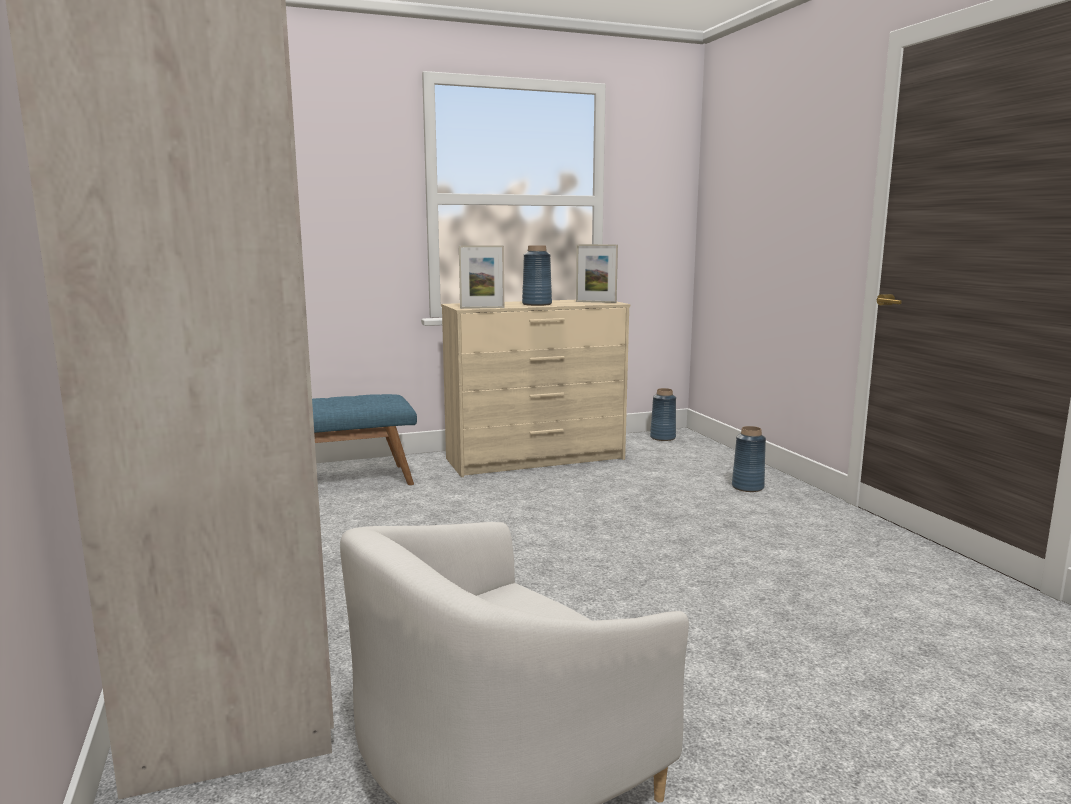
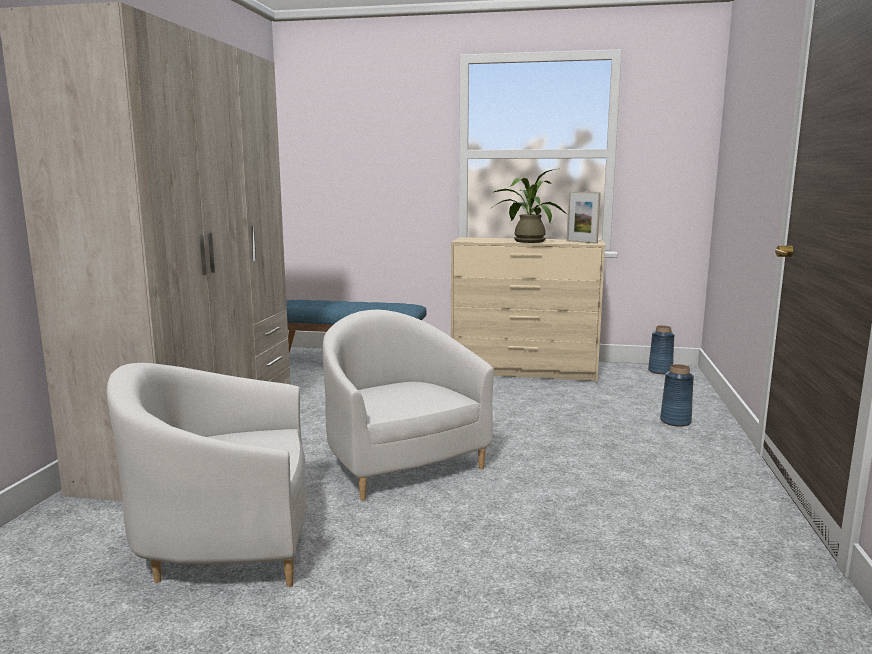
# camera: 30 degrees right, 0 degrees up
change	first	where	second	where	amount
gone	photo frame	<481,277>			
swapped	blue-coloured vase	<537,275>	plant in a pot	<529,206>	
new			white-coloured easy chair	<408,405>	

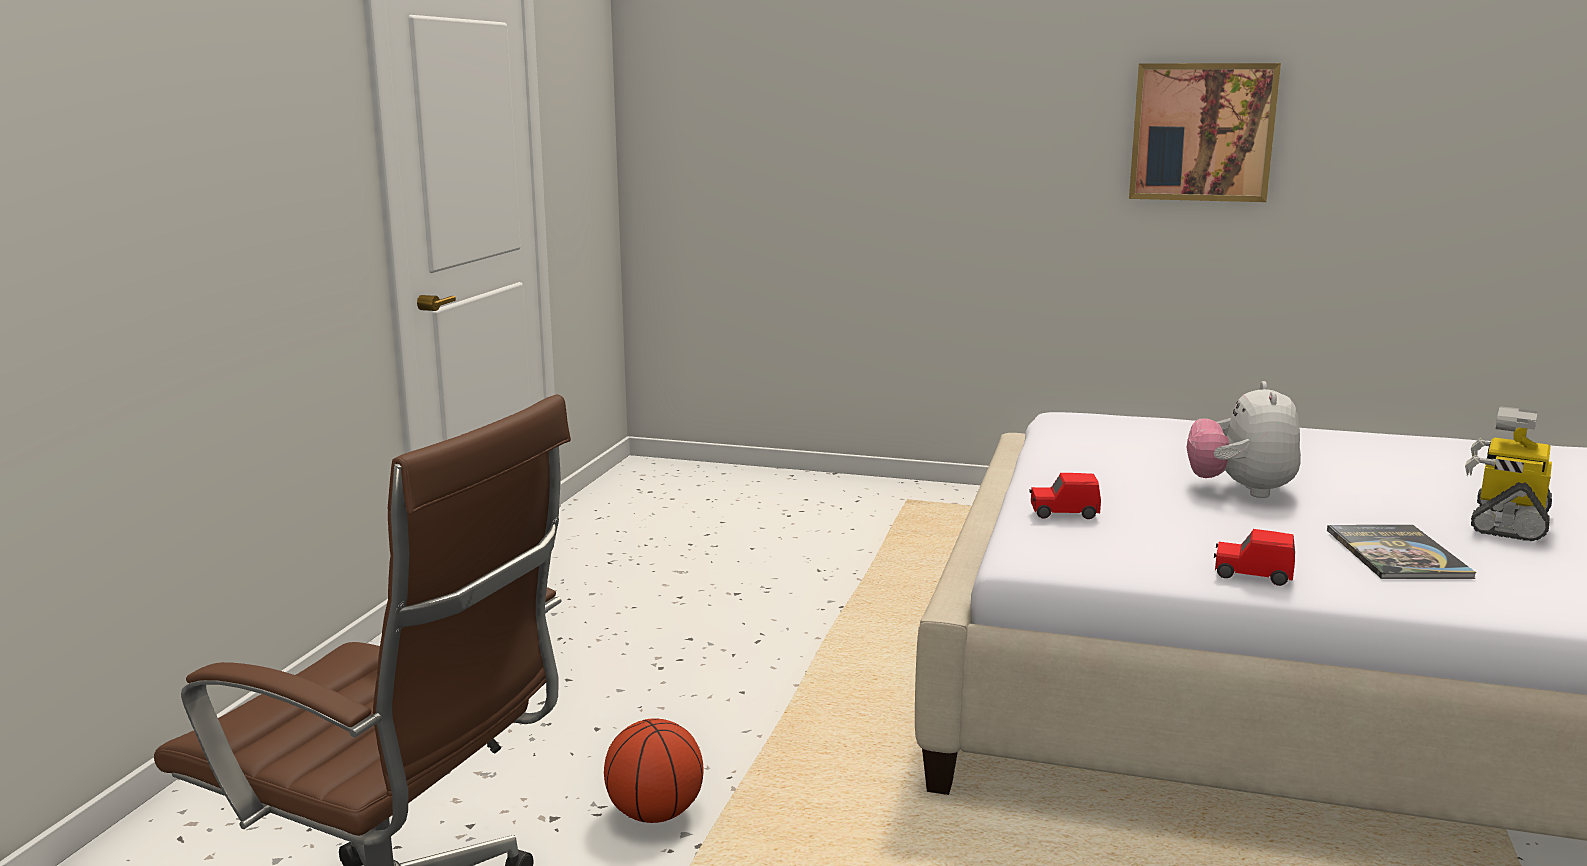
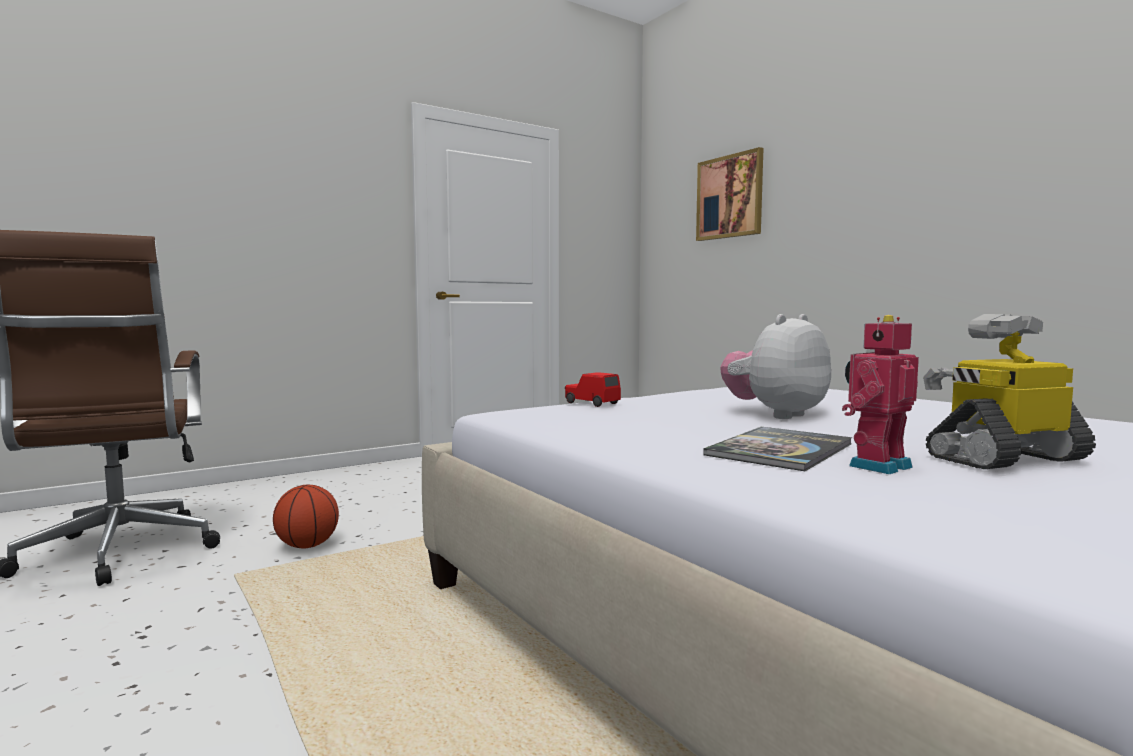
# camera: 40 degrees right, 10 degrees down
change	first	where	second	where	amount
shifted	picture	<1205,132>		<729,194>	
gone	red toy car	<1254,557>			
new			toy robot	<880,394>	

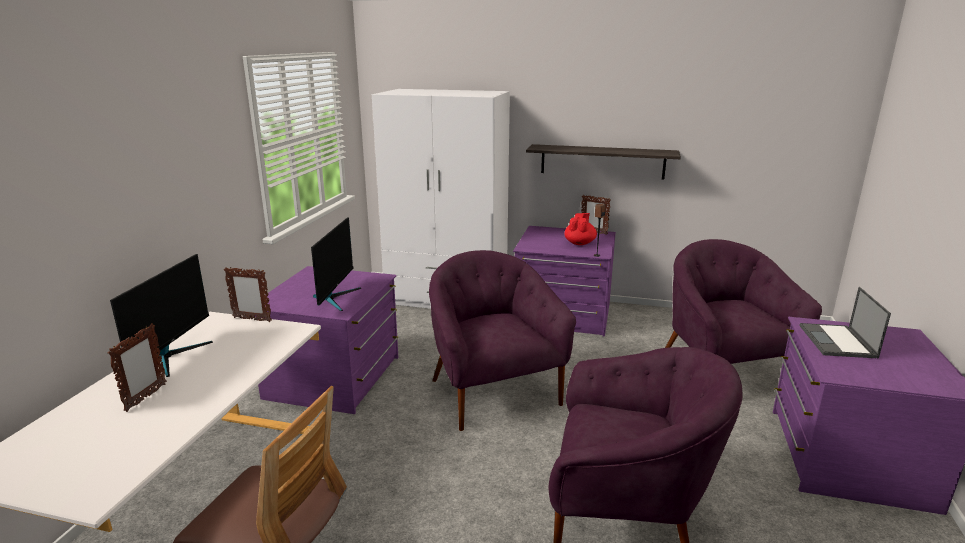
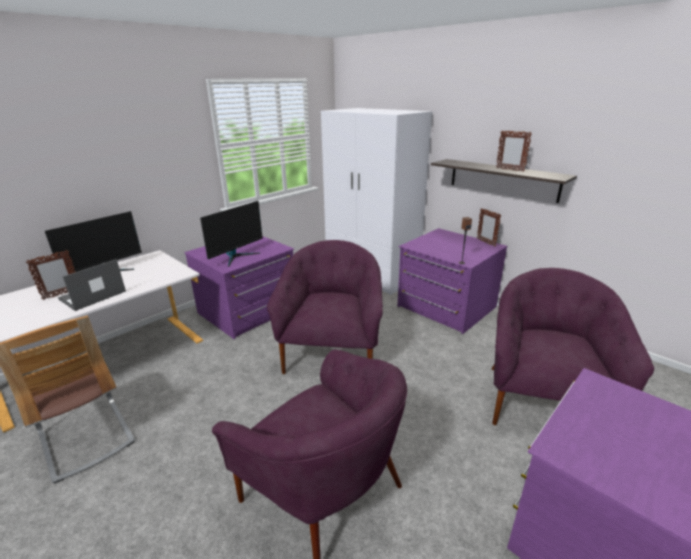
# camera: 30 degrees right, 5 degrees up
change	first	where	second	where	amount
shifted	photo frame	<248,294>		<514,151>	
gone	red teapot	<580,229>			
shifted	laptop	<845,323>		<92,285>	

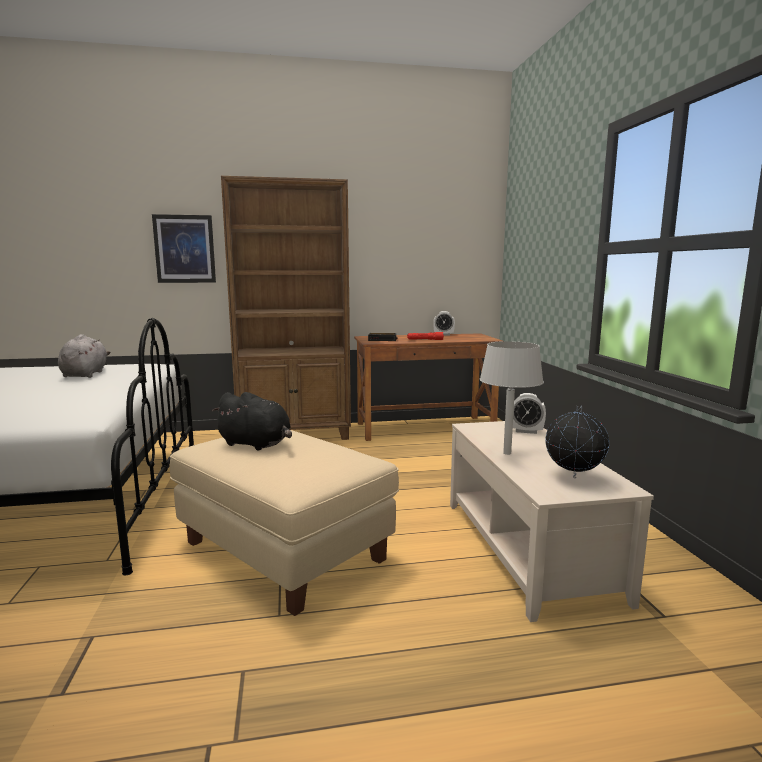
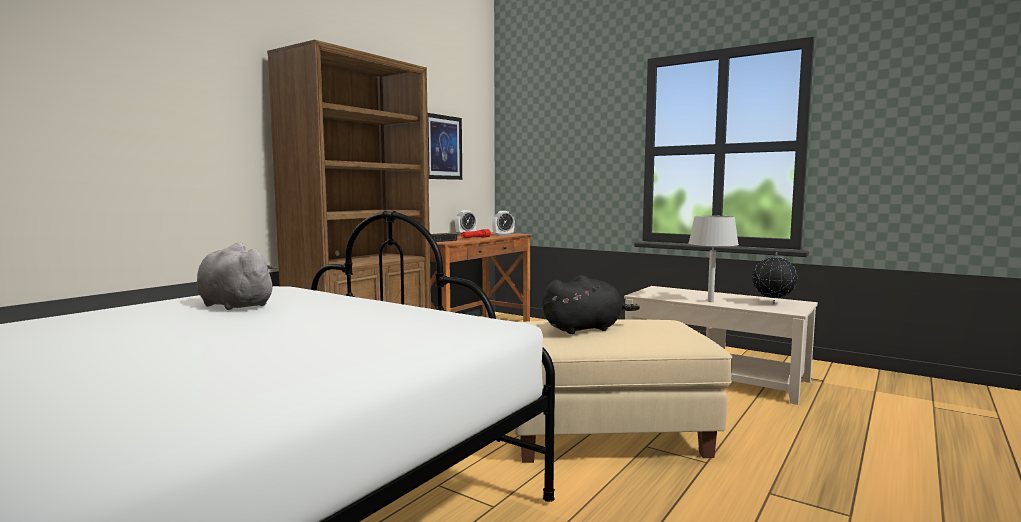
# camera: 45 degrees left, 5 degrees down
change	first	where	second	where	amount
shifted	picture	<184,248>		<444,146>	
shifted	alarm clock	<529,413>		<503,223>	

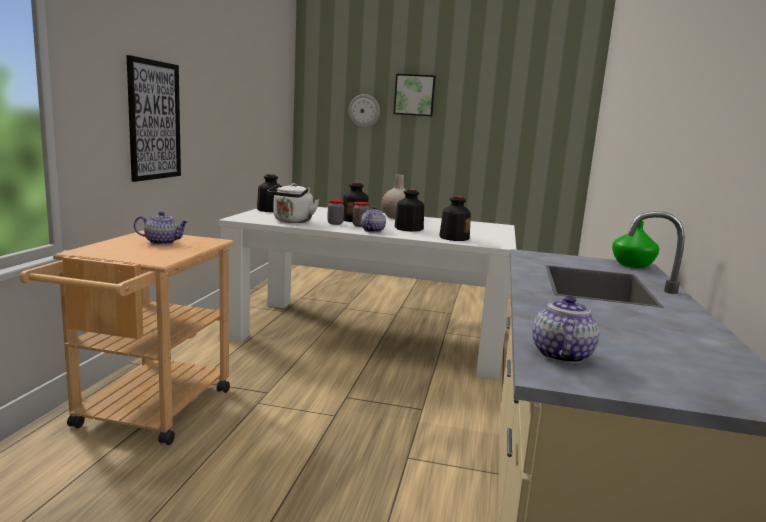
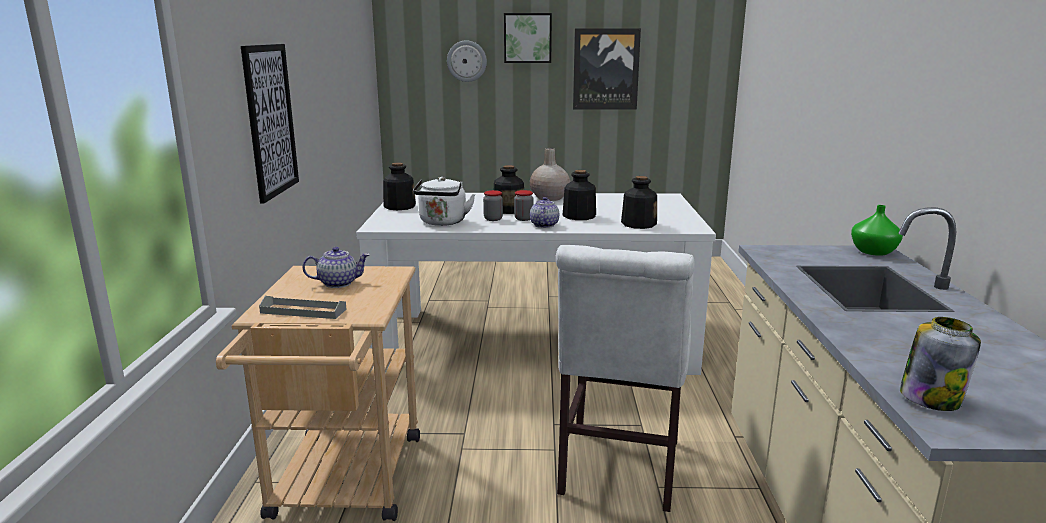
# camera: 10 degrees left, 5 degrees up
change	first	where	second	where	amount
swapped	teapot	<566,329>	jar	<940,364>	
new			greyish serving tray	<302,307>	
new			white-coloured upright chair	<625,378>	
new			picture	<607,69>	

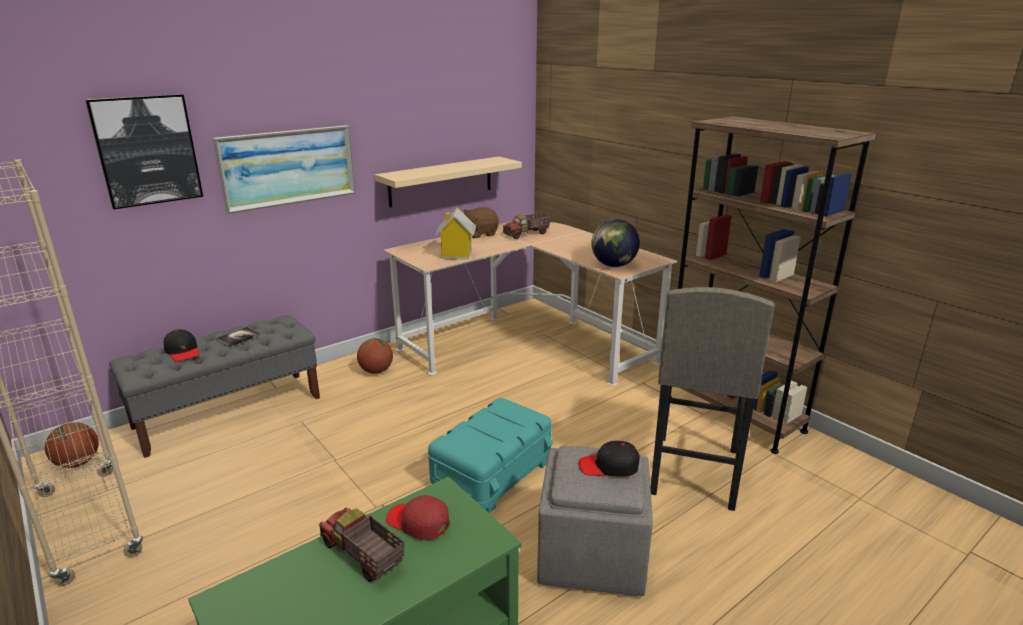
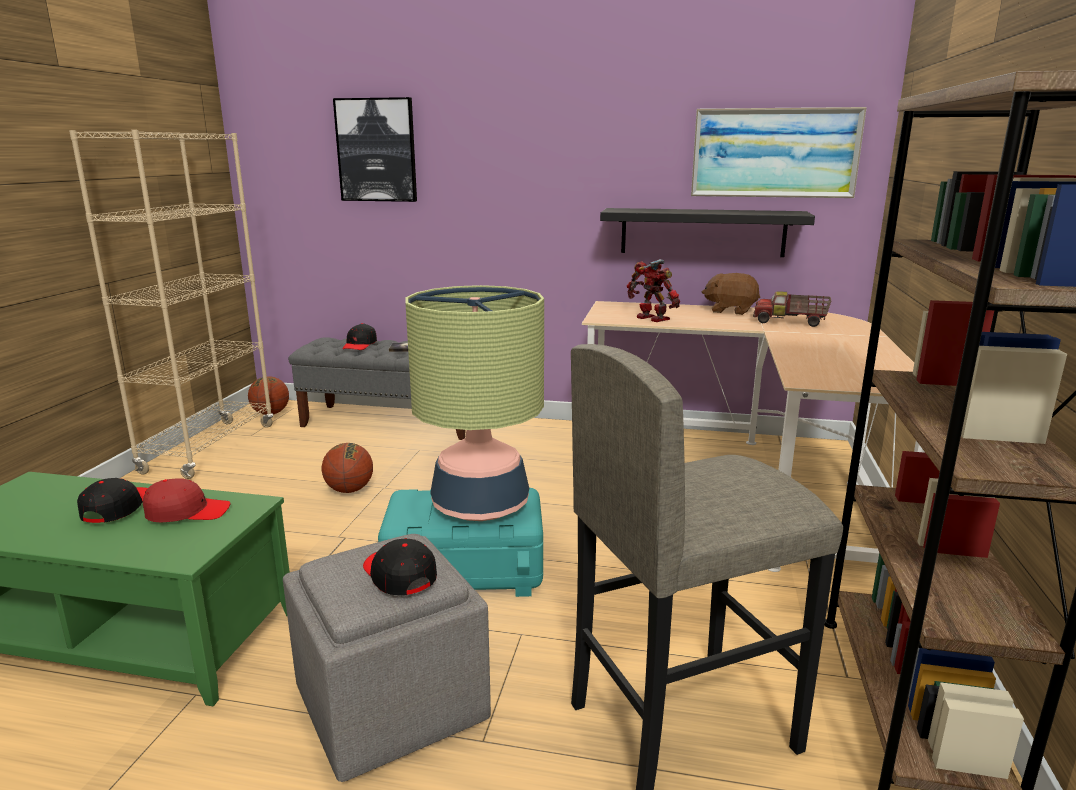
# camera: 50 degrees right, 5 degrees down
change	first	where	second	where	amount
shifted	picture	<284,169>		<779,152>	
swapped	model truck	<362,545>	blackish baseball cap	<112,500>	
shifted	basketball	<375,356>		<347,468>	
repainted	beige bracket shelf	<448,181>	blackish bracket shelf	<707,232>	
rotated	red baseball cap	<418,517>		<187,500>	90 degrees clockwise
swapped	toy house	<455,234>	toy robot	<653,290>	
gone	world globe	<615,243>			
new			tabletop lamp	<474,403>	

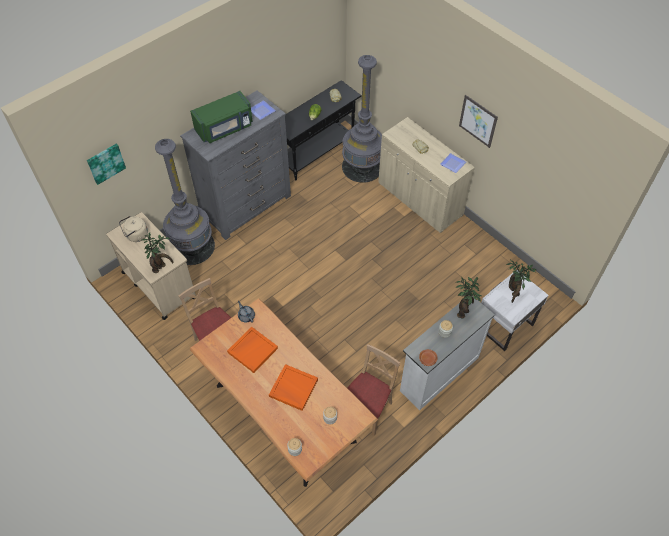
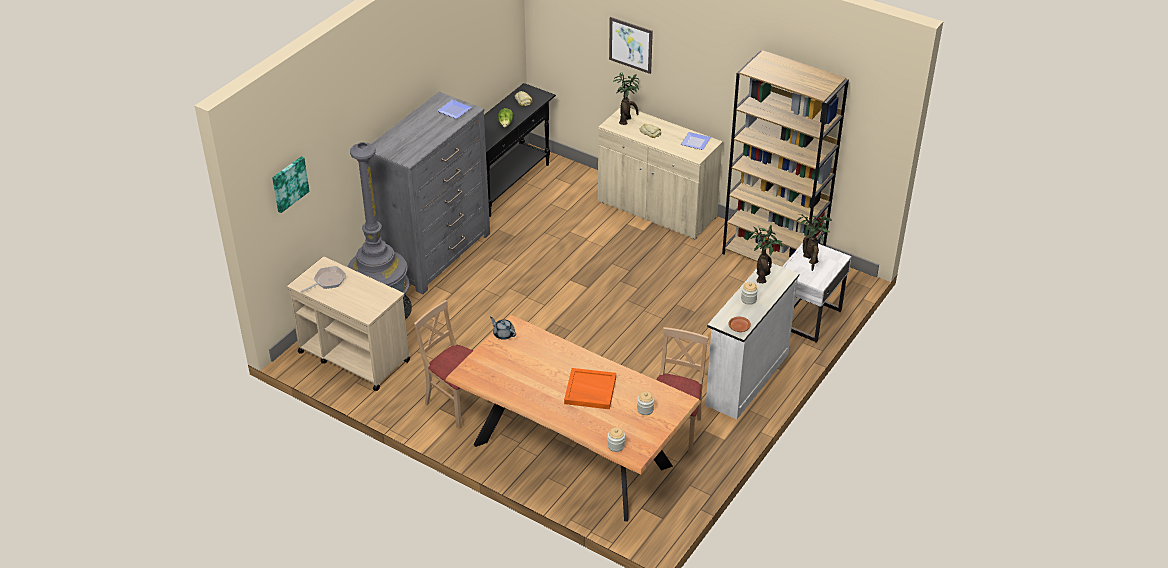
# camera: 15 degrees left, 15 degrees down
change	first	where	second	where	amount
swapped	beige tea kettle	<133,229>	skillet	<323,279>	
shifted	plant in a pot	<158,252>		<626,99>	
gone	green-coloured kitchen microwave	<221,117>			
gone	orange serving tray	<252,349>			
gone	greyish standing lamp	<362,119>			
shifted	picture	<478,121>		<631,45>	
new			brown-coloured bookshelf	<785,158>	

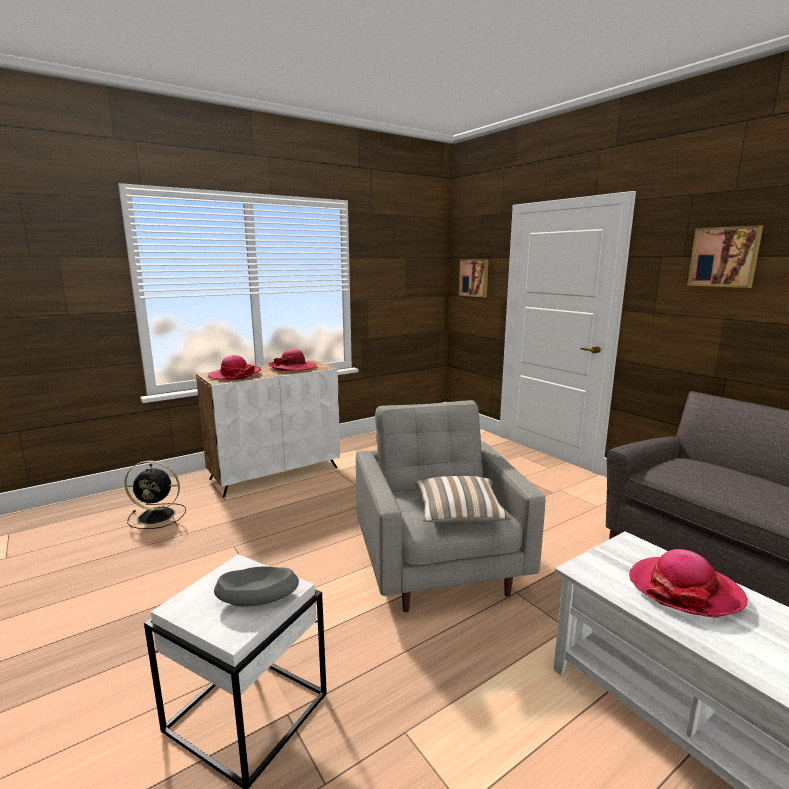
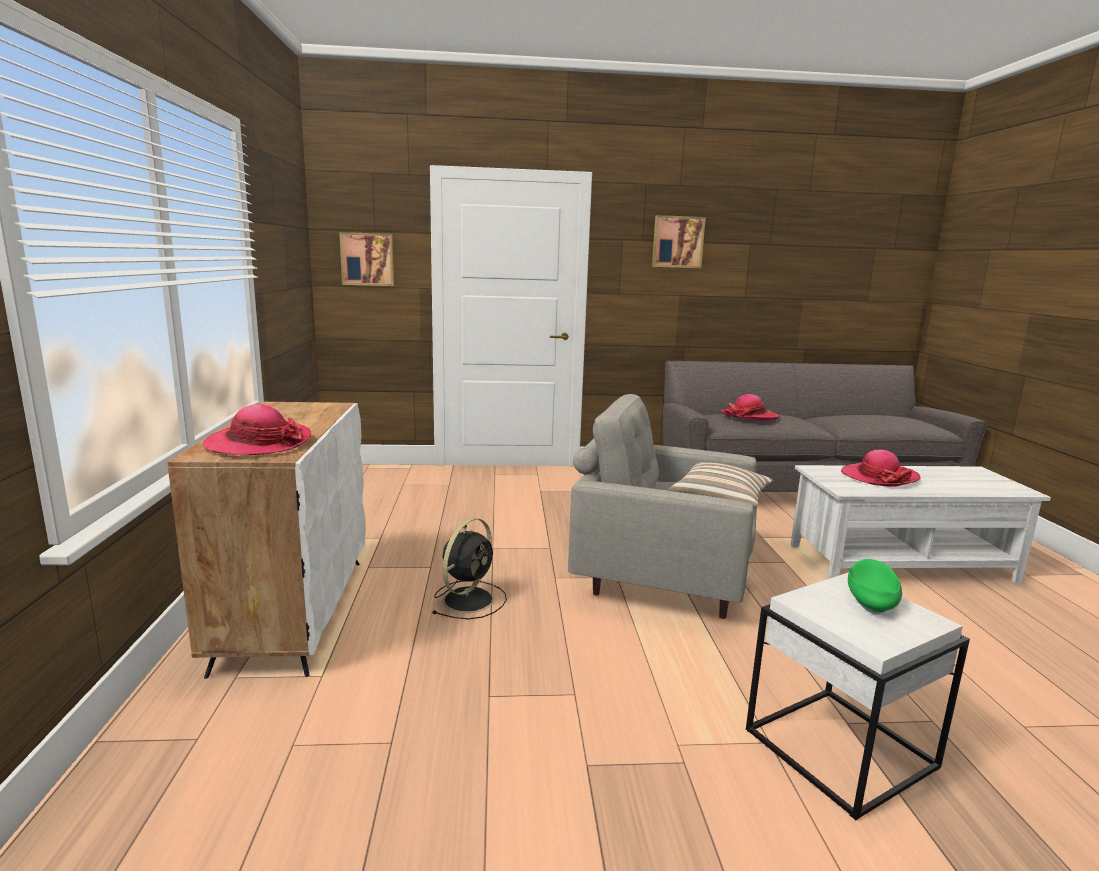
# camera: 60 degrees left, 0 degrees up
change	first	where	second	where	amount
shifted	blackish cooling fan	<155,495>		<469,568>	
repainted	greyish deep dish	<256,587>	green-coloured deep dish	<875,586>	
shifted	wearable hat	<293,360>		<750,407>	

